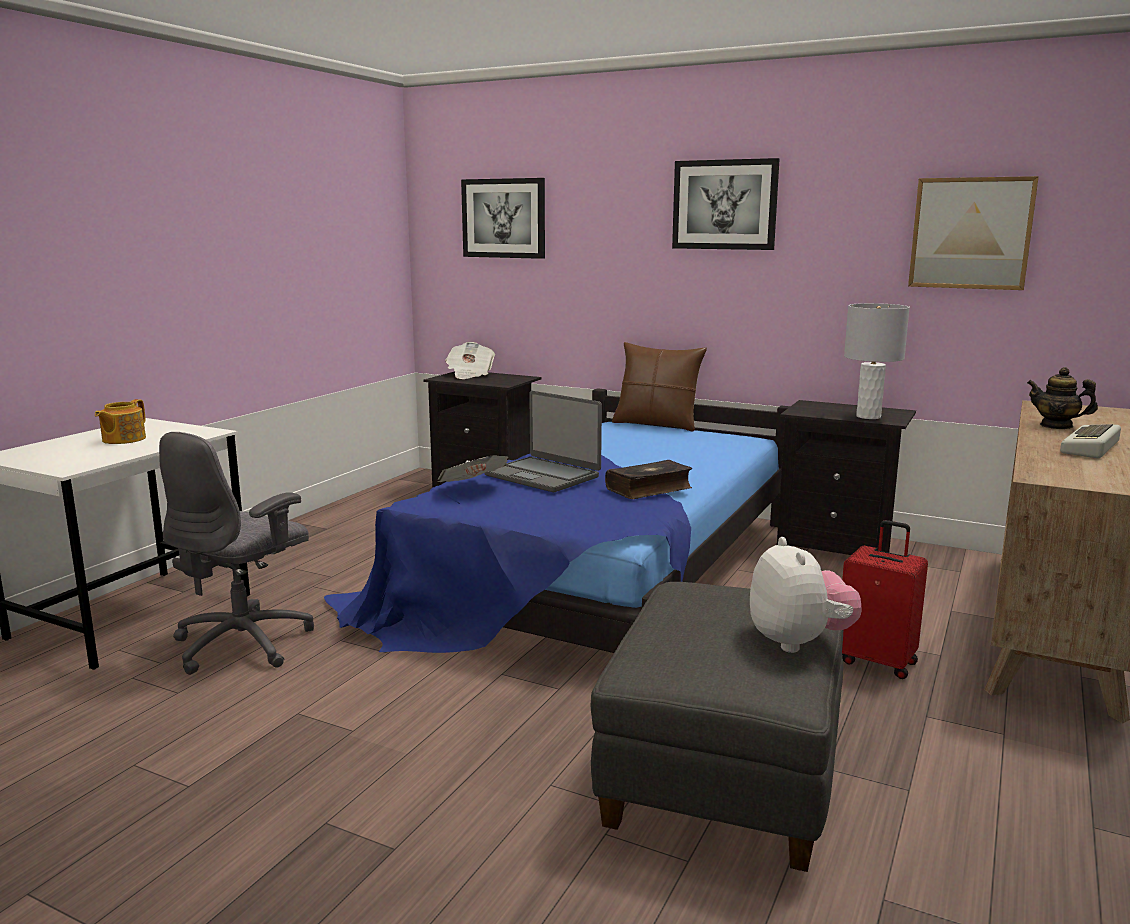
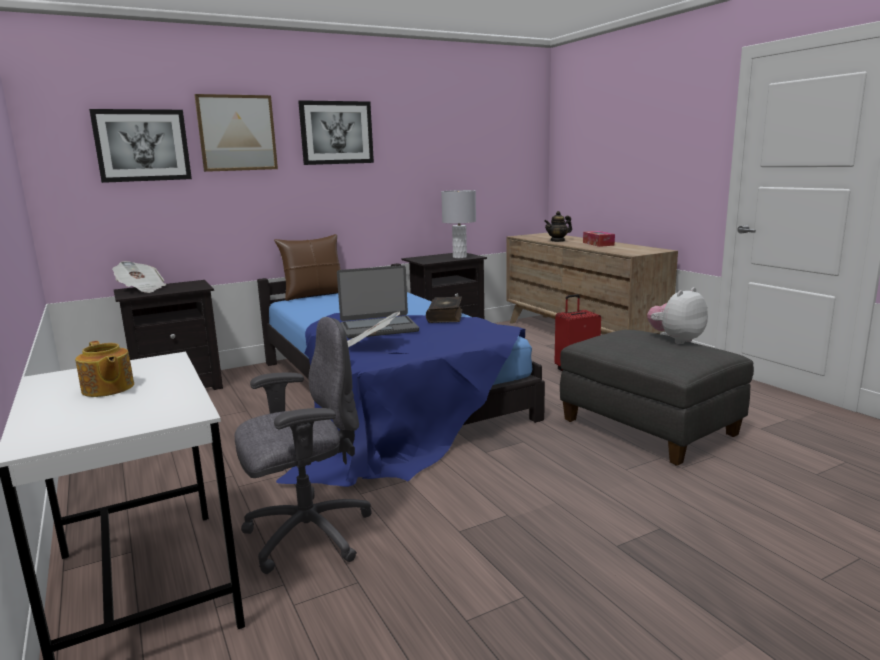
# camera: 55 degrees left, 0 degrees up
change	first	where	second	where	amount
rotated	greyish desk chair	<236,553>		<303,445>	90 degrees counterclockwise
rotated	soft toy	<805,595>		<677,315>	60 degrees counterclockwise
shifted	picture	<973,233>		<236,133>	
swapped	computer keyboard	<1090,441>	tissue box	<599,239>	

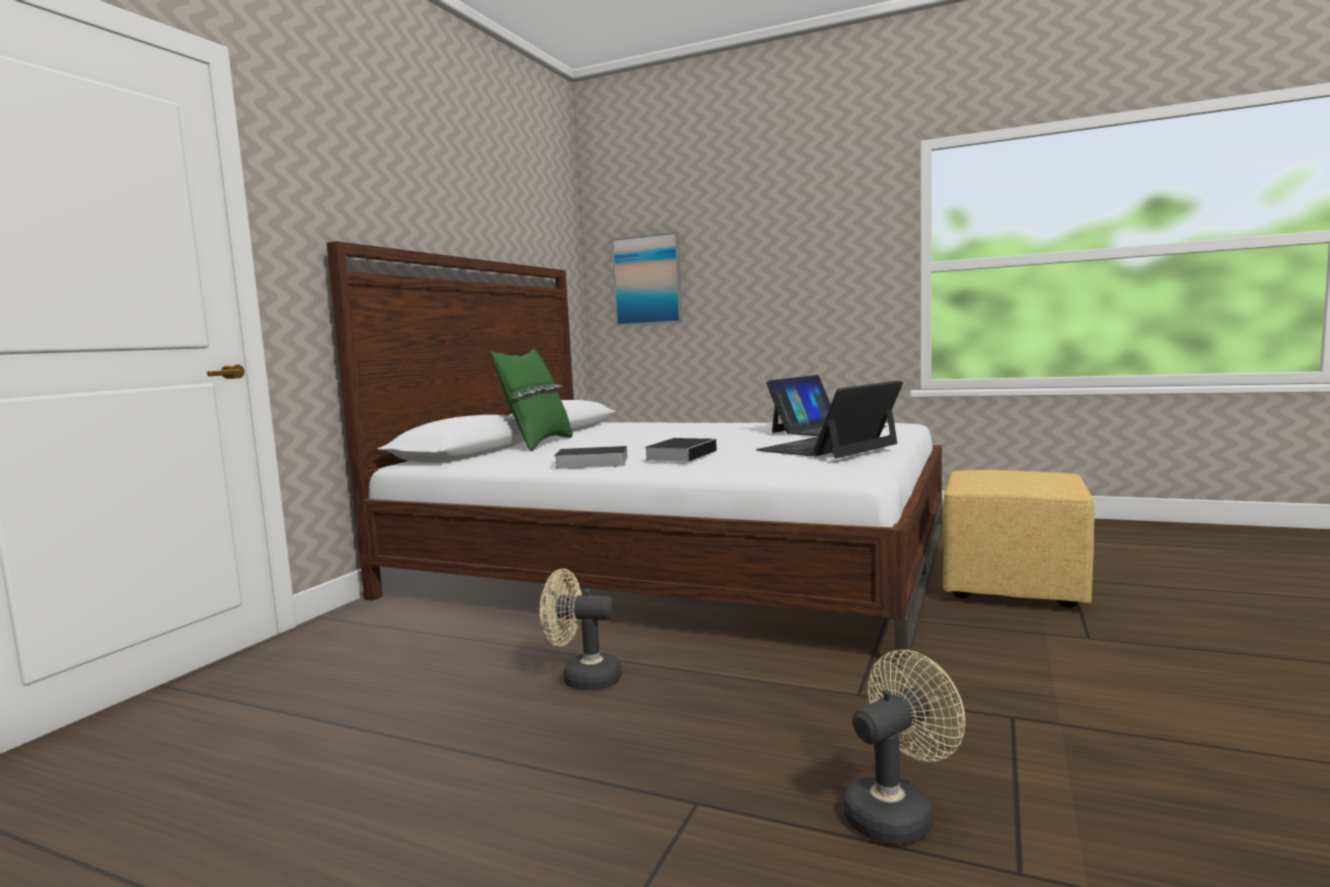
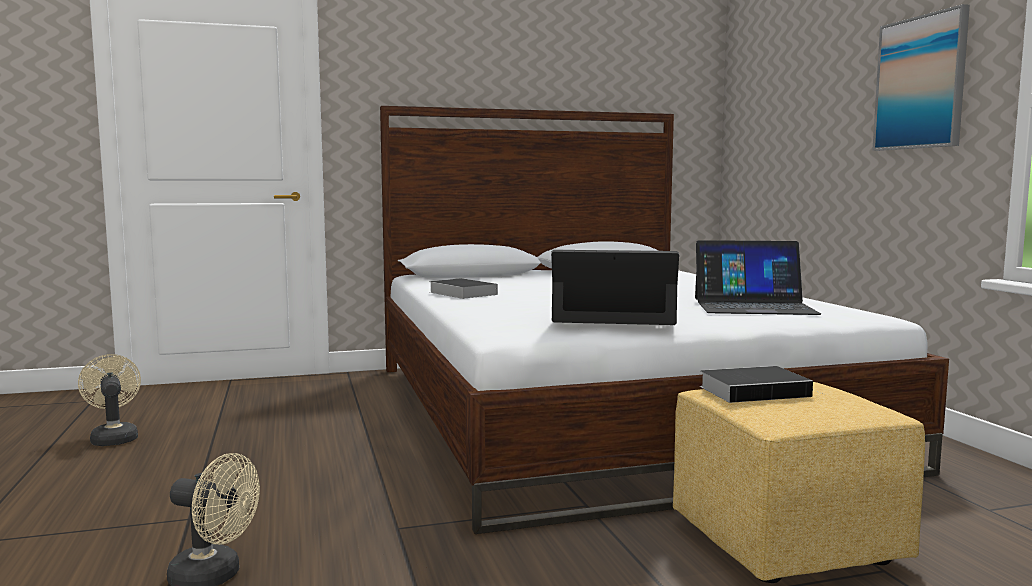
# camera: 50 degrees right, 0 degrees up
change	first	where	second	where	amount
gone	green-coloured cushion	<532,400>			
shifted	beige cooling fan	<581,629>		<109,400>	
shifted	picture	<647,279>		<921,77>	
shifted	volume	<680,450>		<762,384>	

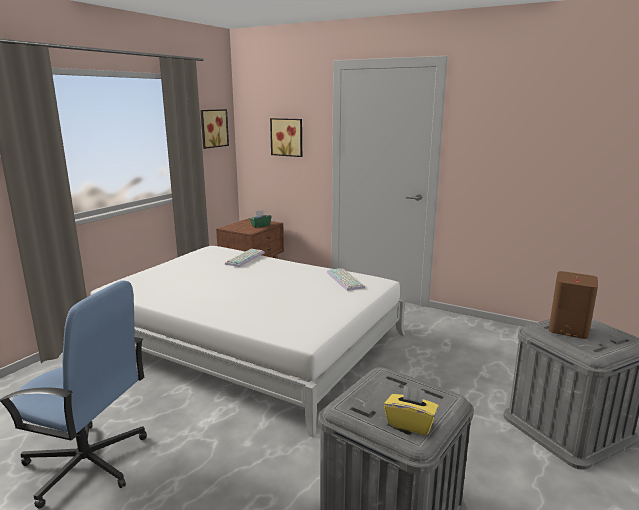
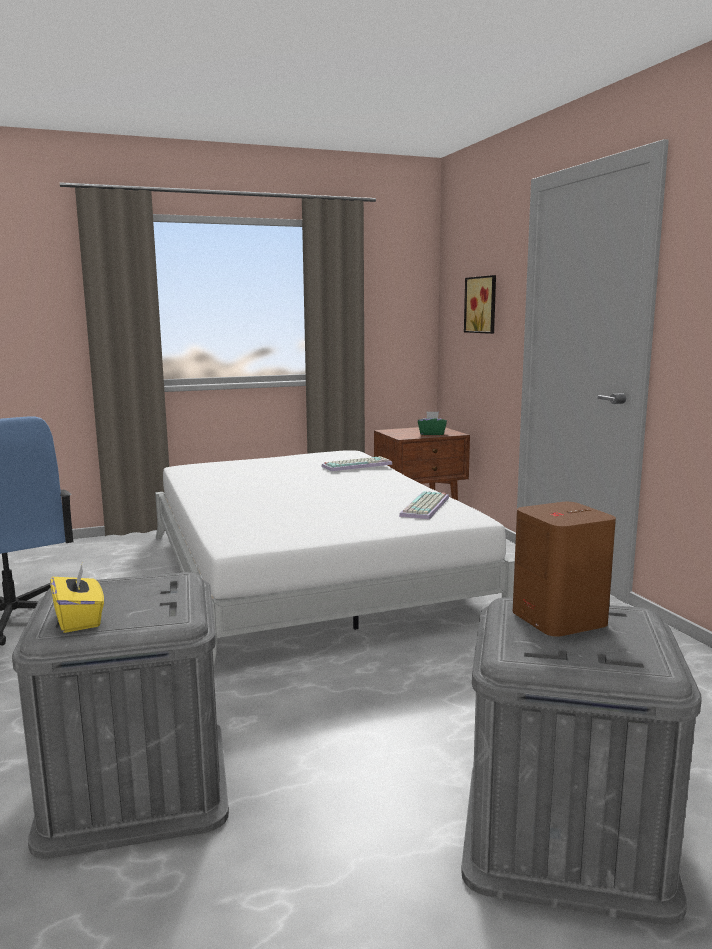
# camera: 40 degrees right, 5 degrees down
change	first	where	second	where	amount
gone	picture	<215,129>			

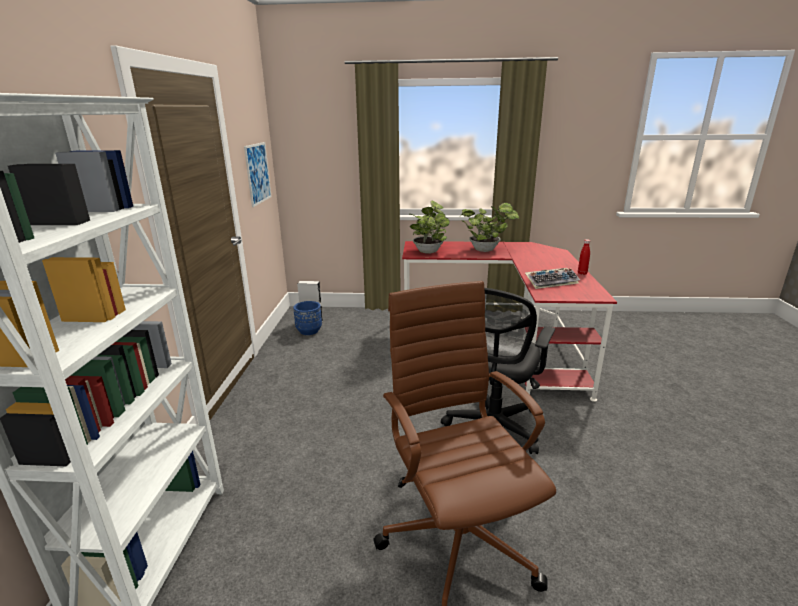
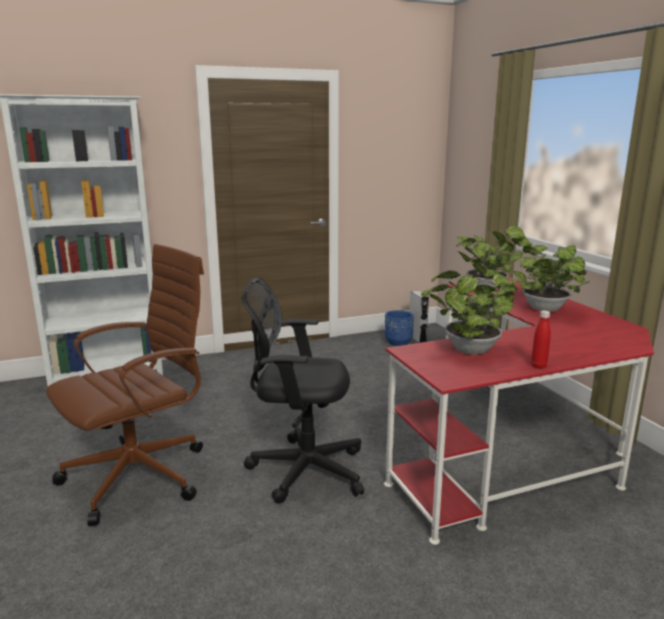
# camera: 65 degrees right, 5 degrees down
change	first	where	second	where	amount
gone	picture	<258,174>			
swapped	computer keyboard	<552,278>	plant in a pot	<470,313>	

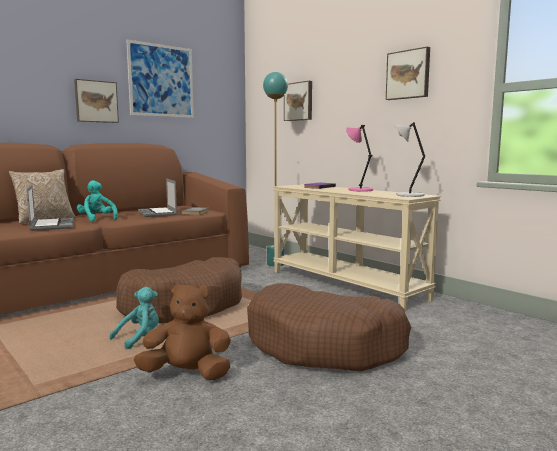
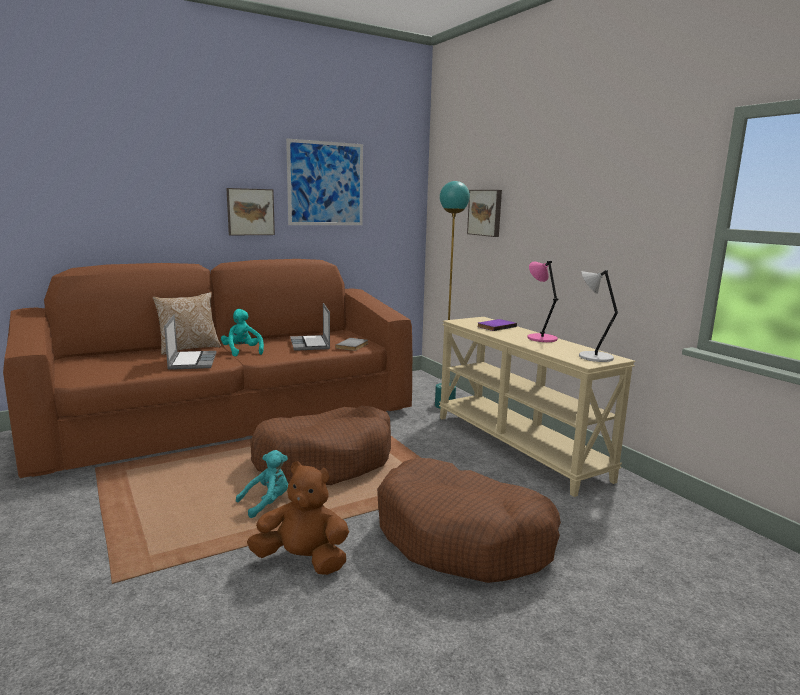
# camera: 10 degrees right, 5 degrees up
change	first	where	second	where	amount
gone	picture	<408,73>			

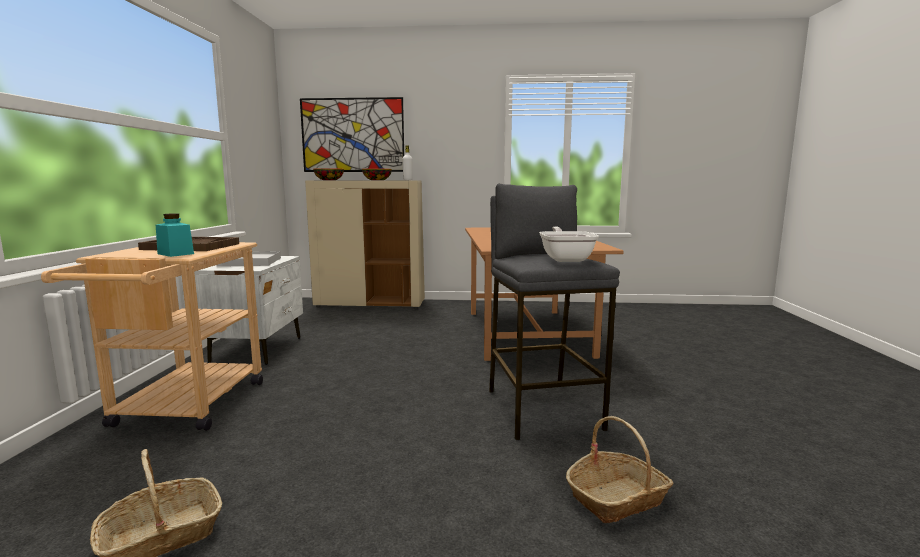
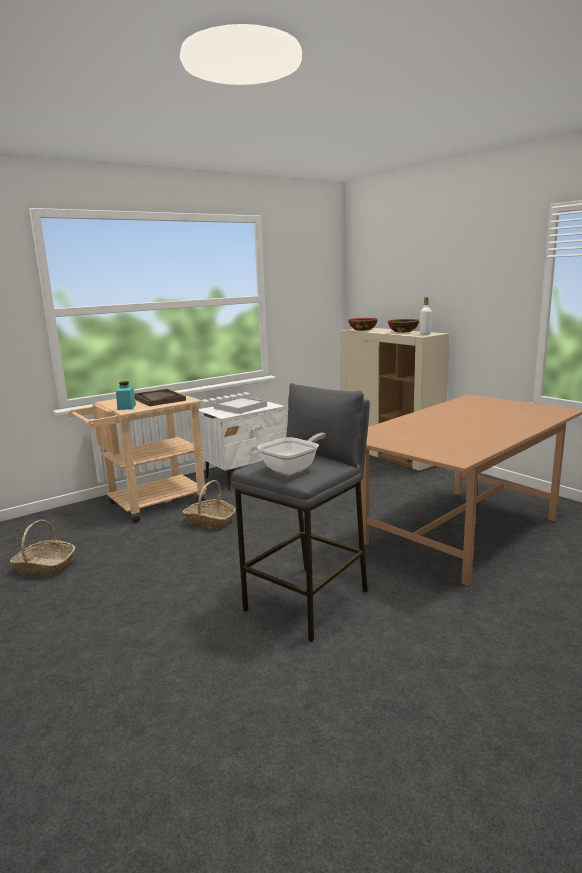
# camera: 50 degrees right, 5 degrees up
change	first	where	second	where	amount
gone	picture	<352,134>			
shifted	household basket	<619,469>		<209,504>	

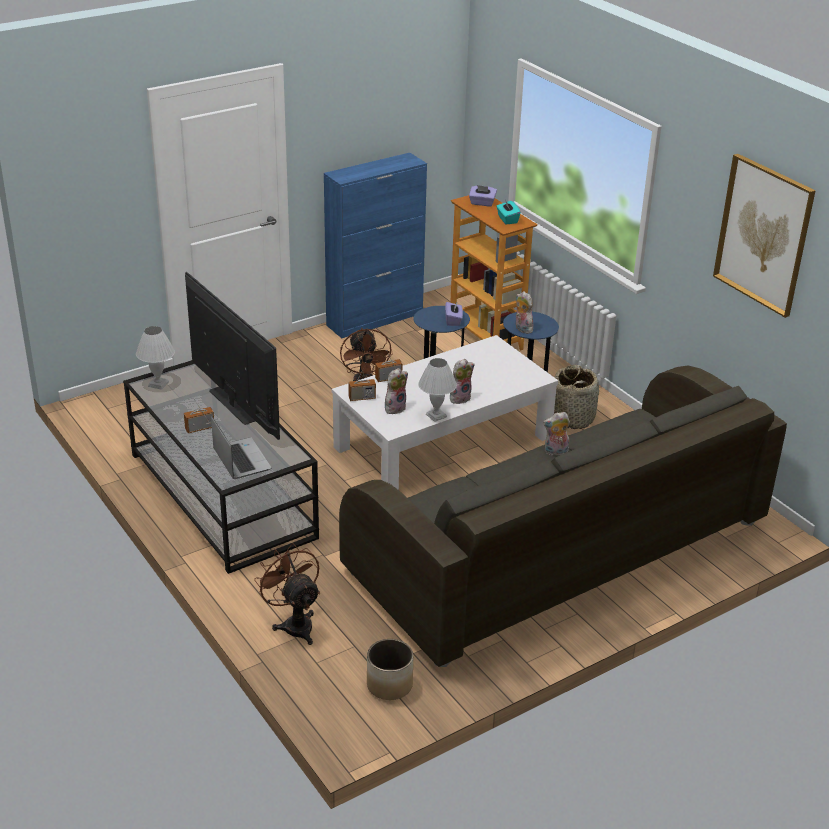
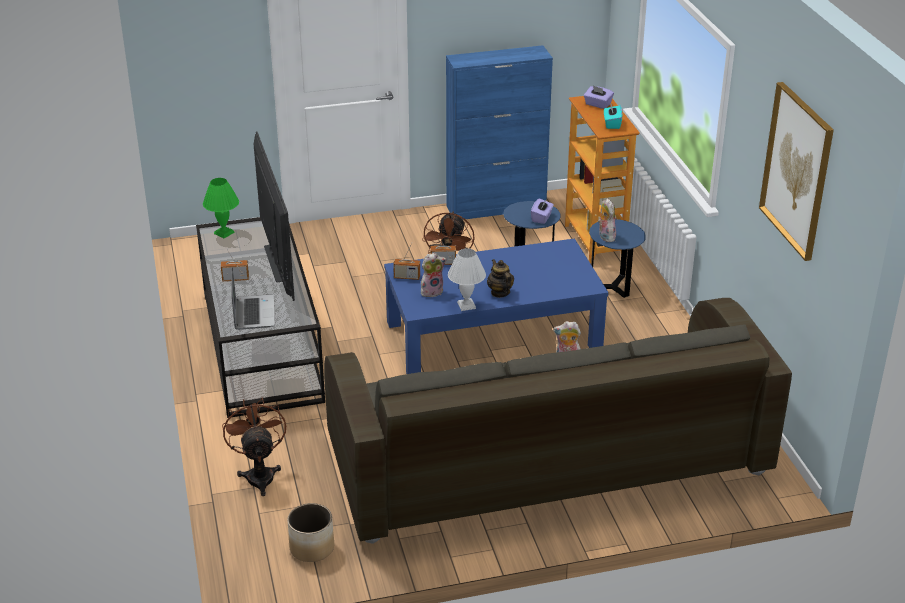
# camera: 20 degrees right, 0 degrees up
change	first	where	second	where	amount
repainted	white-coloured tabletop lamp	<155,358>	green-coloured tabletop lamp	<221,208>	
repainted	white-coloured coffee table	<445,412>	blue-coloured coffee table	<496,306>	
swapped	soft toy	<462,381>	teapot	<500,278>	
gone	household basket	<576,396>			

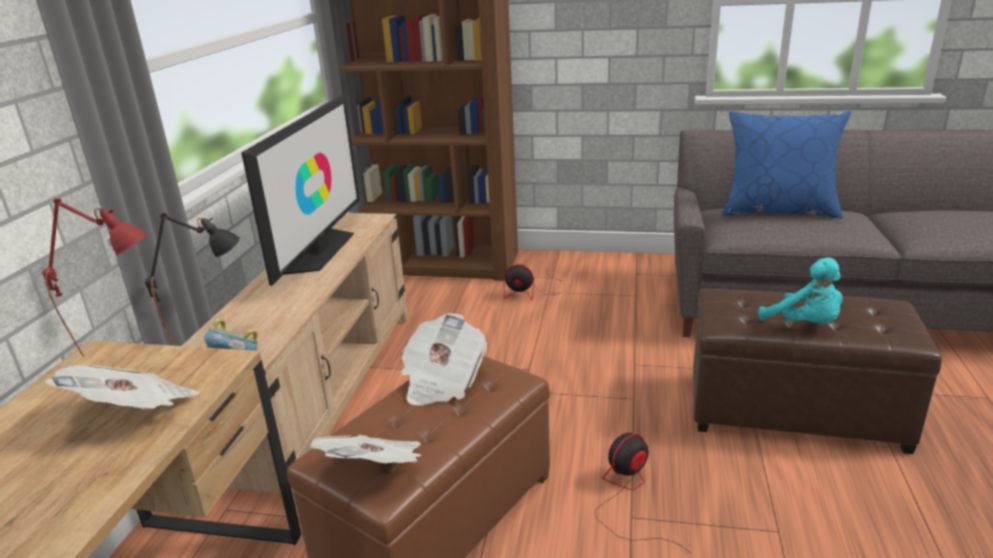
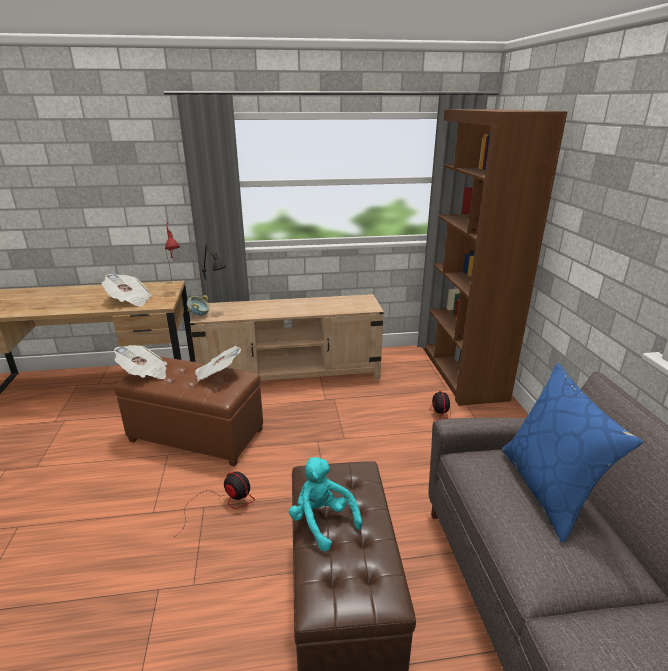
# camera: 70 degrees right, 0 degrees up
change	first	where	second	where	amount
gone	TV	<300,190>			
rotated	blue-green soft toy	<800,290>		<325,504>	105 degrees clockwise

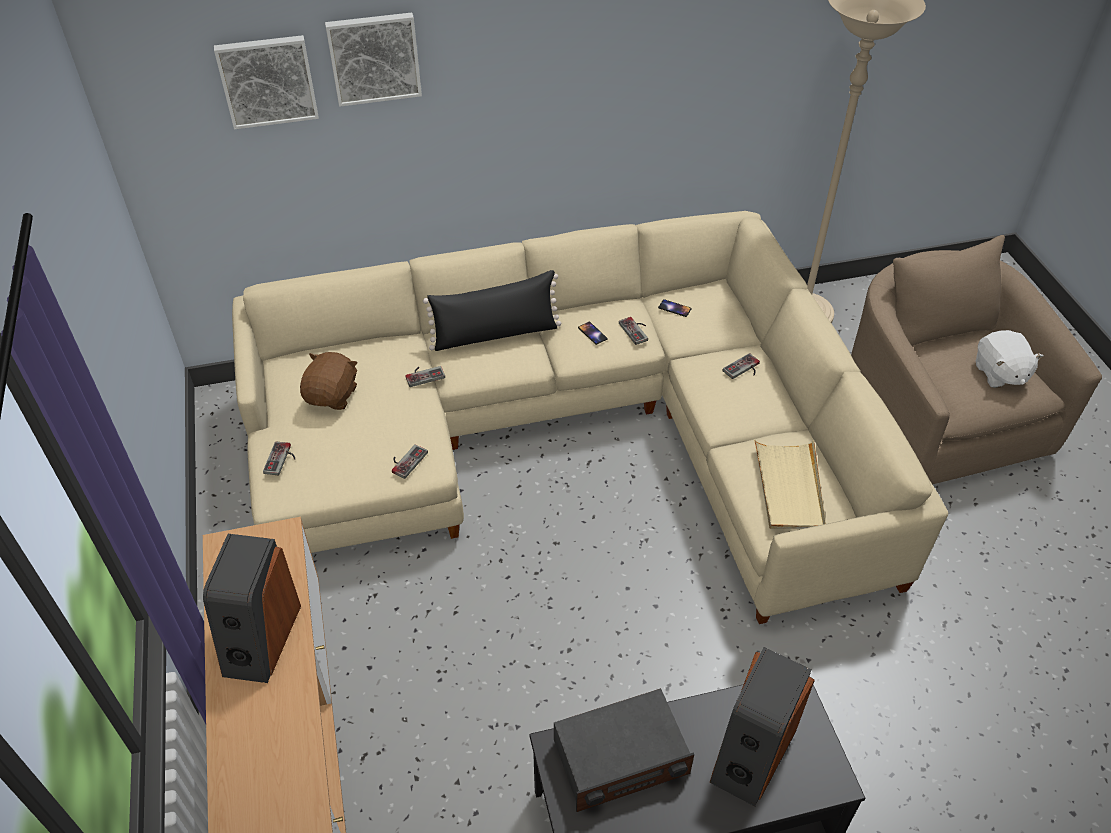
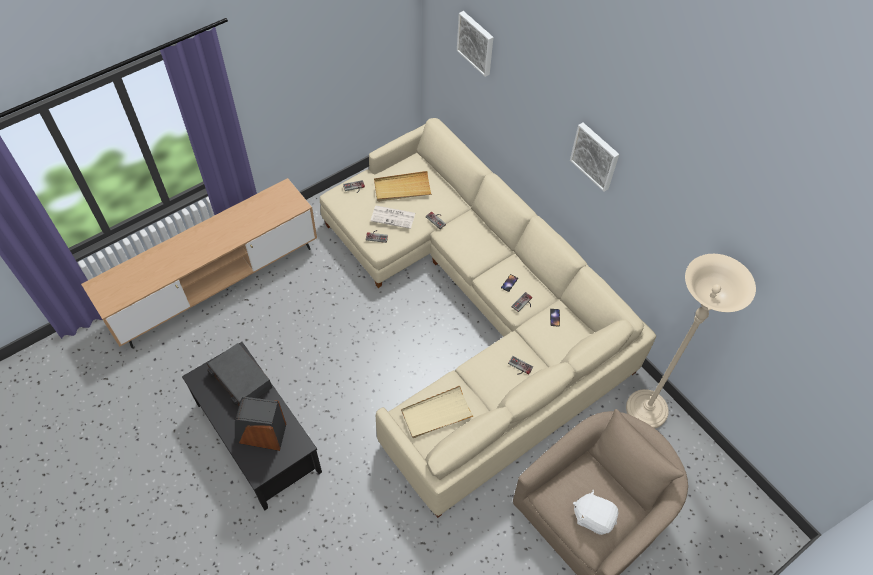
# camera: 65 degrees right, 10 degrees up
change	first	where	second	where	amount
gone	loudspeaker	<252,608>			
swapped	brown-coloured soft toy	<328,381>	beige serving tray	<403,186>	
shifted	picture	<373,59>		<594,157>	
gone	blackish cushion	<492,310>			
rotated	white-coloured soft toy	<1010,359>		<595,512>	60 degrees clockwise
new			daily paper	<393,217>	

